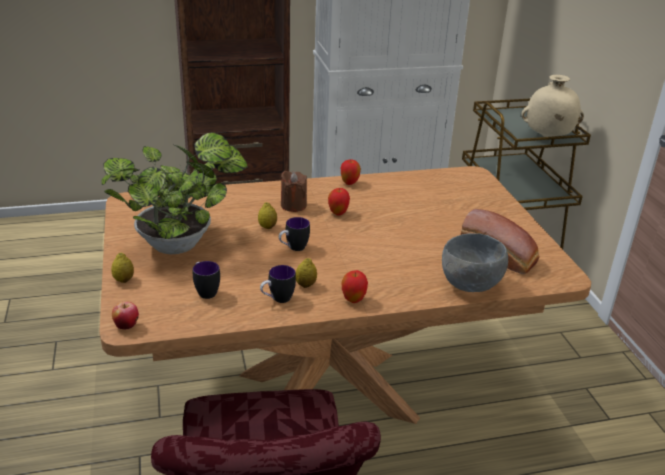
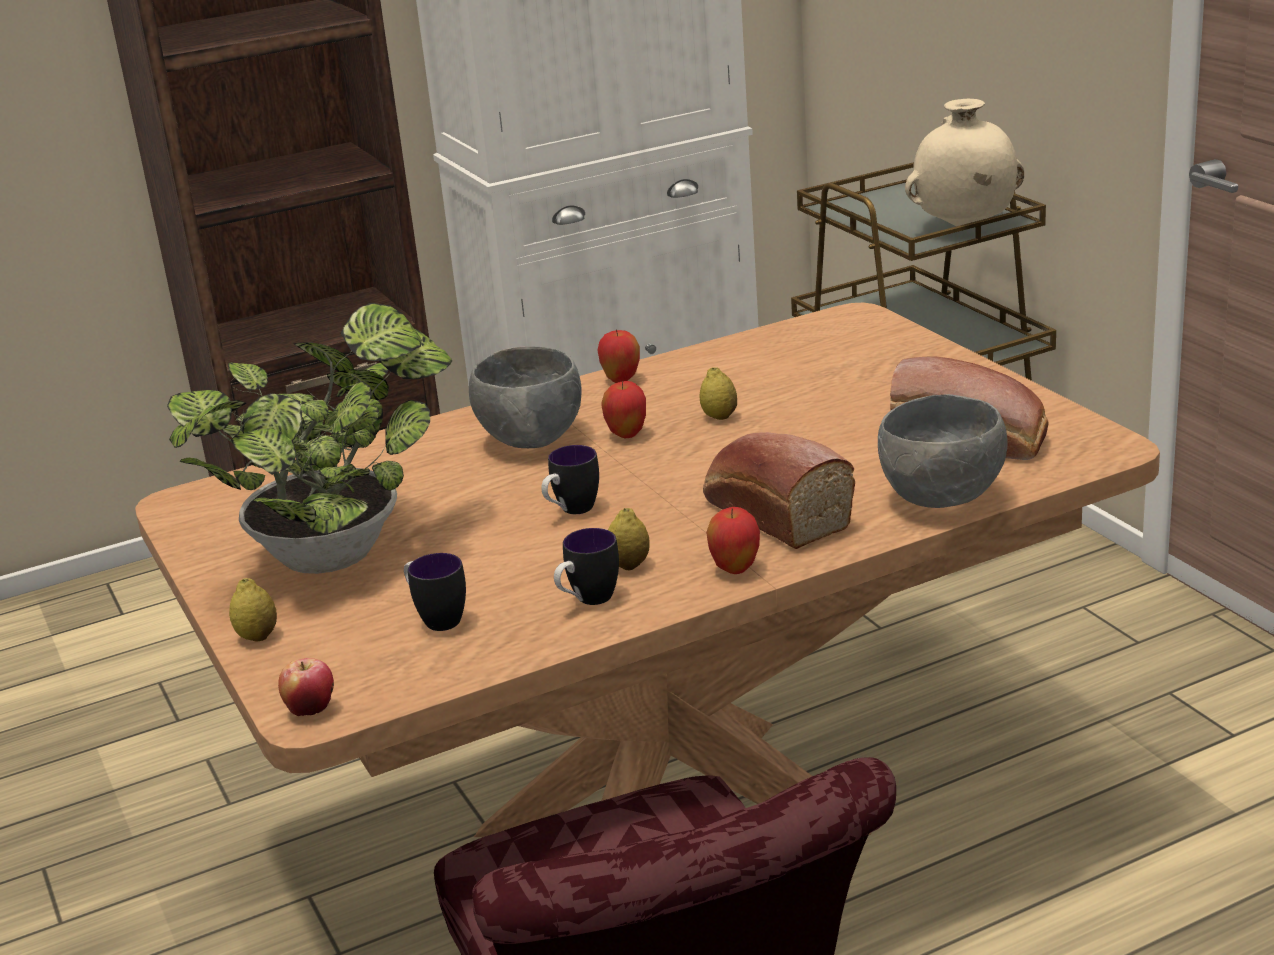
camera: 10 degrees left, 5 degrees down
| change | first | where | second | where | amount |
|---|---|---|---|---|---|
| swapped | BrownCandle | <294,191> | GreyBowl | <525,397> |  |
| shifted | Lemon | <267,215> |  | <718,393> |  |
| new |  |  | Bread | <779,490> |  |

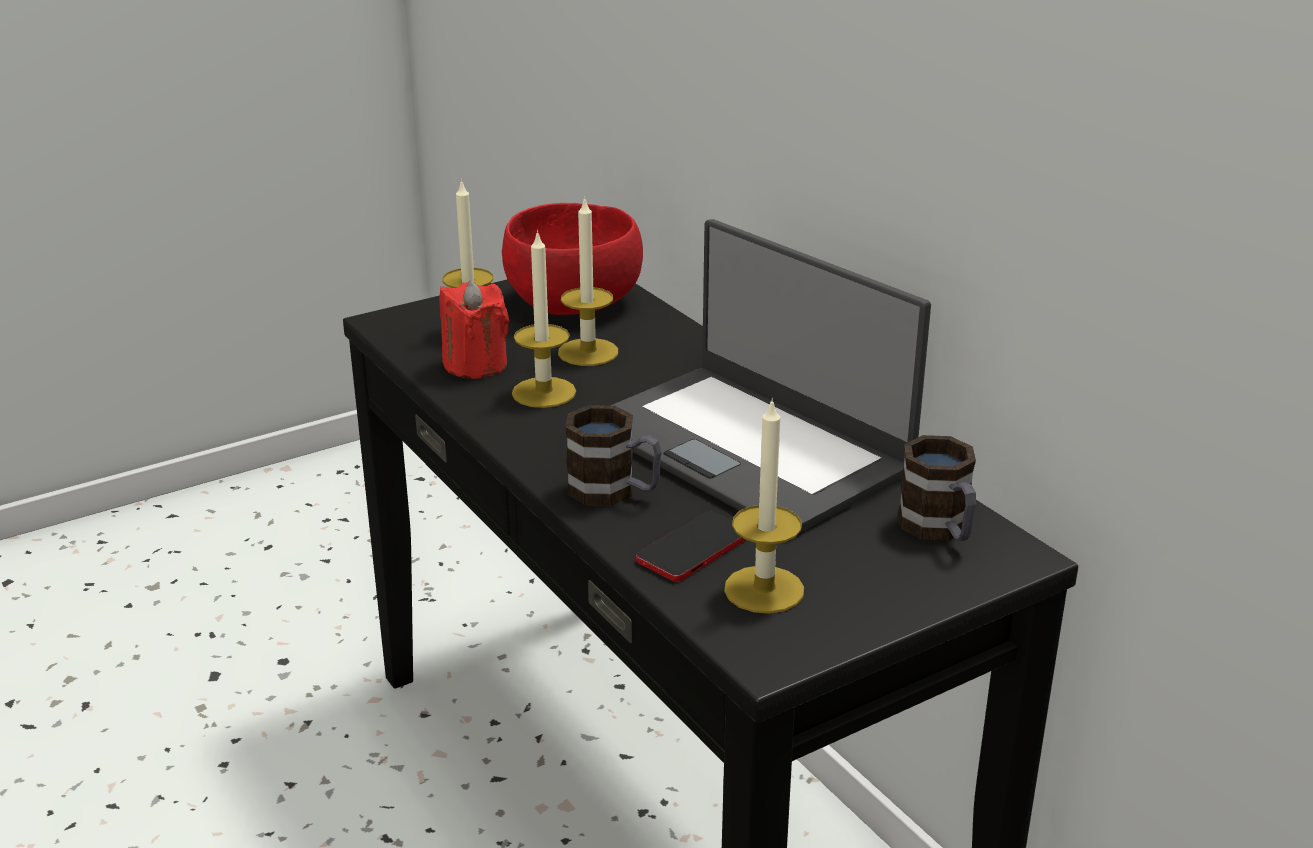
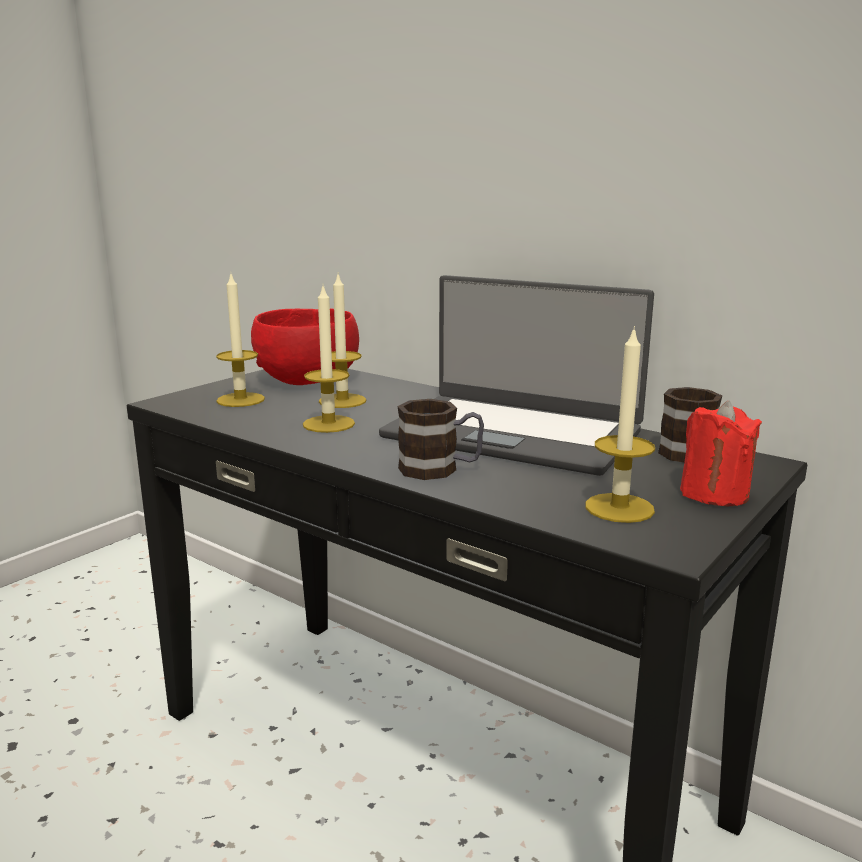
camera: 20 degrees left, 10 degrees down
| change | first | where | second | where | amount |
|---|---|---|---|---|---|
| shifted | RedCandle | <474,330> |  | <721,453> |  |
| gone | Phone | <690,546> |  |  |  |

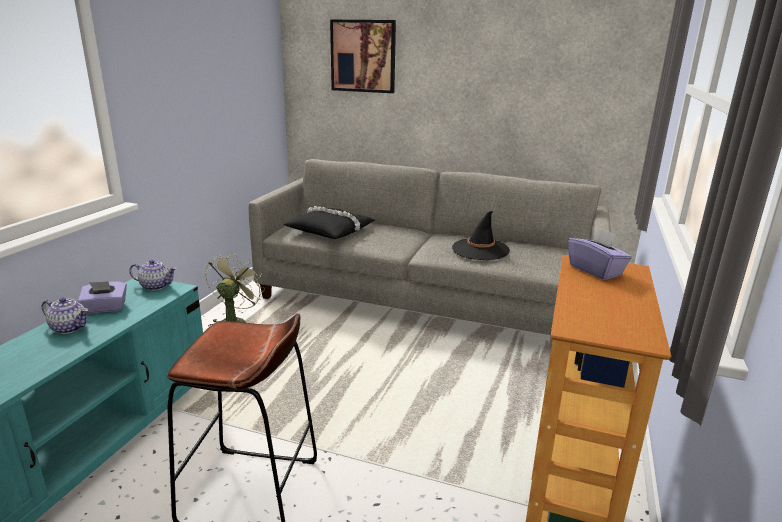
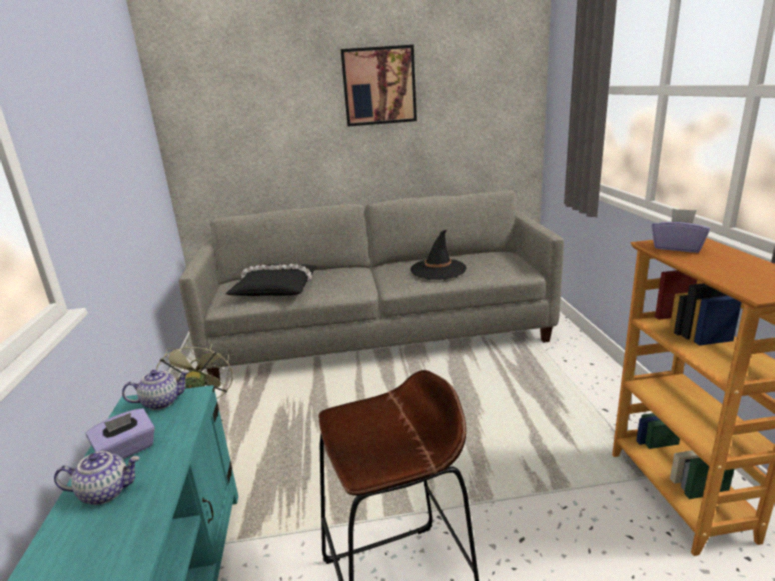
camera: 25 degrees left, 0 degrees up
| change | first | where | second | where | amount |
|---|---|---|---|---|---|
| shifted | Picture | <363,56> |  | <379,85> |  |

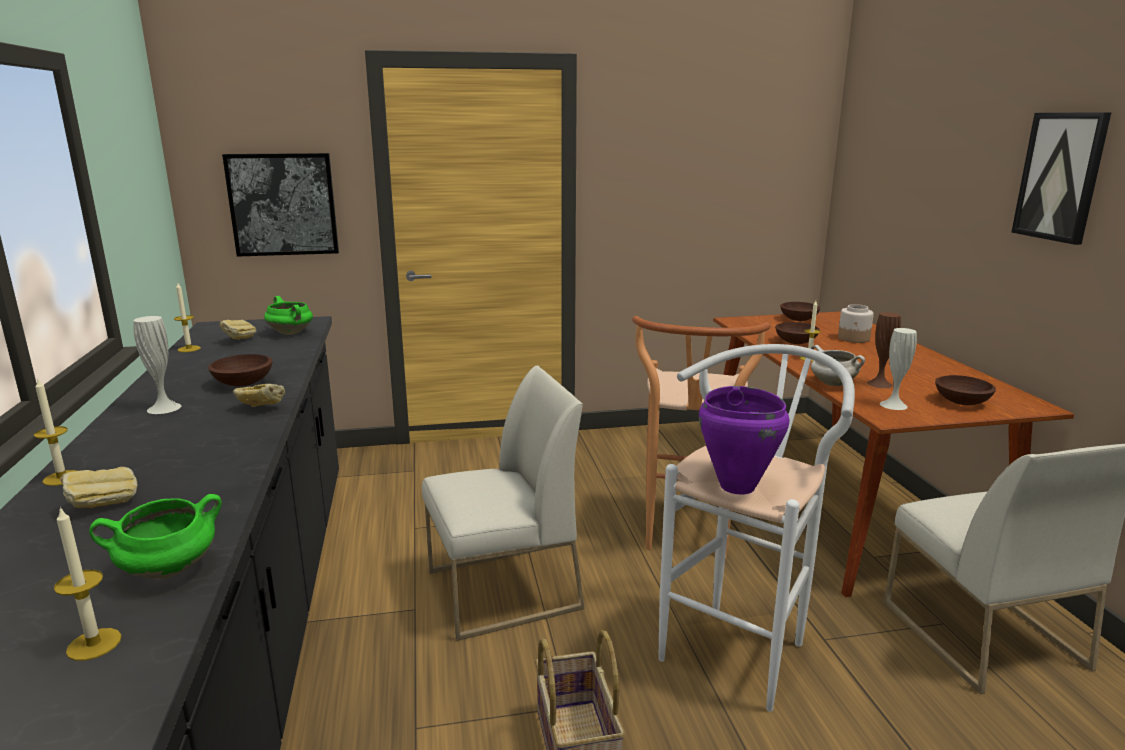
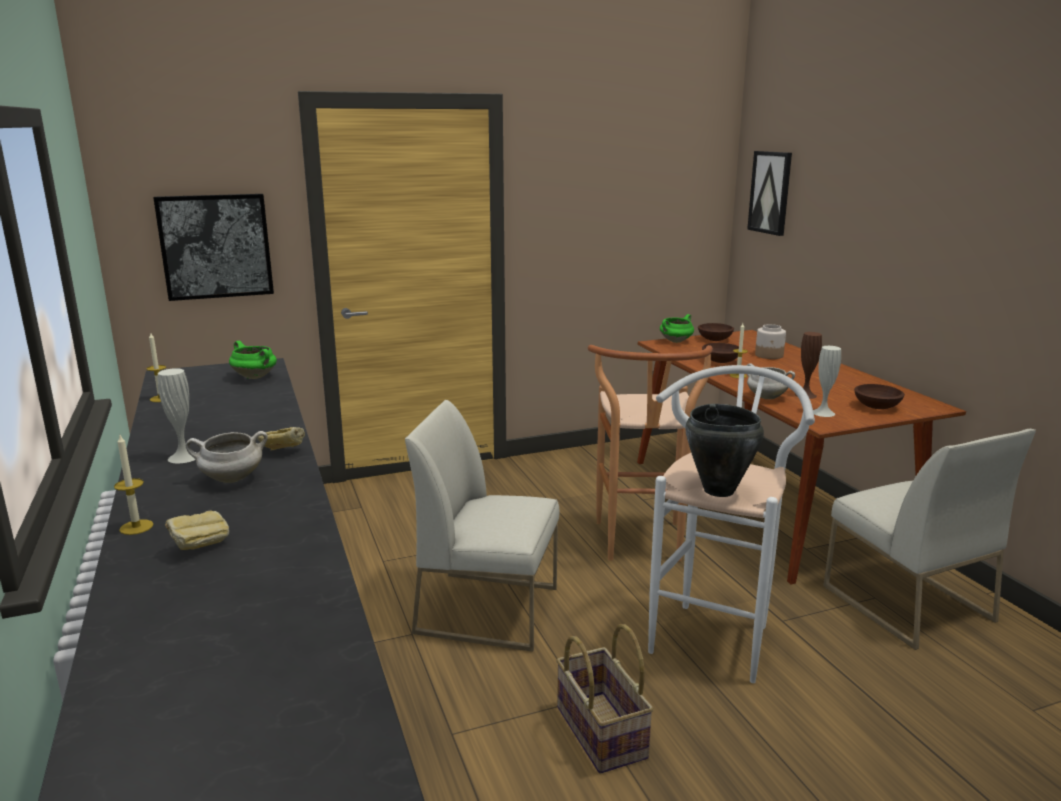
camera: 10 degrees left, 0 degrees up
| change | first | where | second | where | amount |
|---|---|---|---|---|---|
| new |  |  | WhiteCookingPot | <227,457> |  |
| rotated | WhiteChair | <503,503> |  | <482,526> | 135 degrees counterclockwise |
| shifted | GreenCookingPot | <155,536> |  | <677,328> |  |
| repainted | PurpleCookingPot | <744,440> | BlackCookingPot | <725,450> |  |
| shifted | Picture | <1061,178> |  | <769,193> |  |
| gone | Candle | <88,583> |  |  |  |
| gone | BrownBowl | <240,370> |  |  |  |
| gone | Bread | <237,330> |  |  |  |

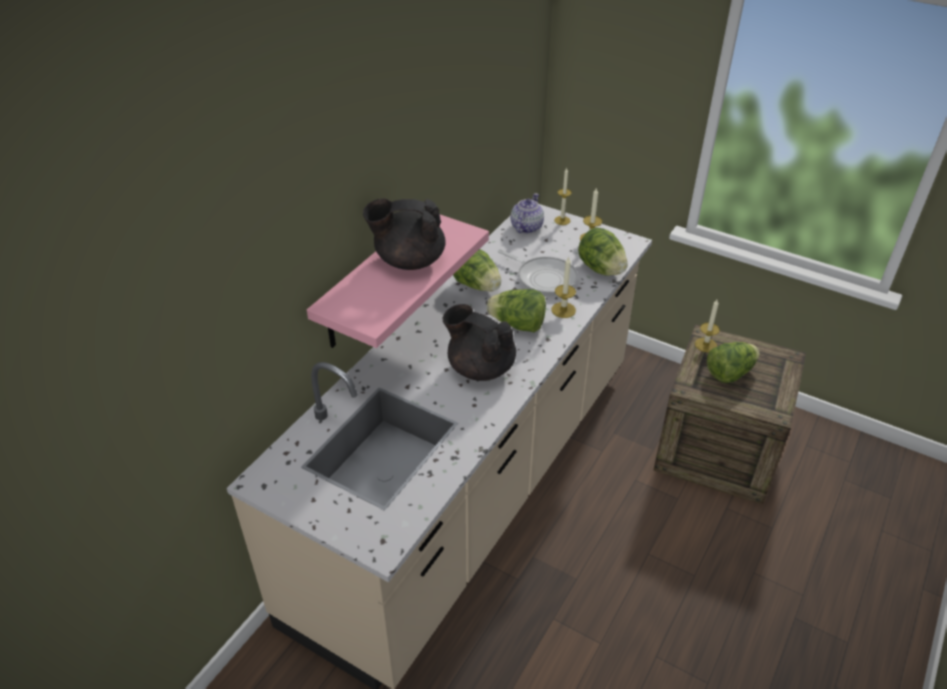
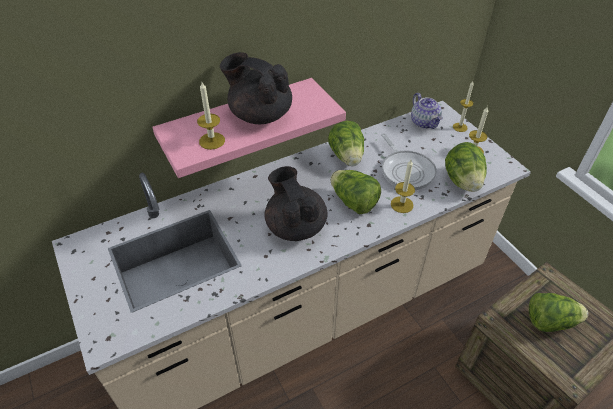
camera: 30 degrees right, 5 degrees up
| change | first | where | second | where | amount |
|---|---|---|---|---|---|
| shifted | Candle | <707,326> |  | <211,116> |  |
| rotated | Teapot | <527,213> |  | <427,111> | 105 degrees clockwise |

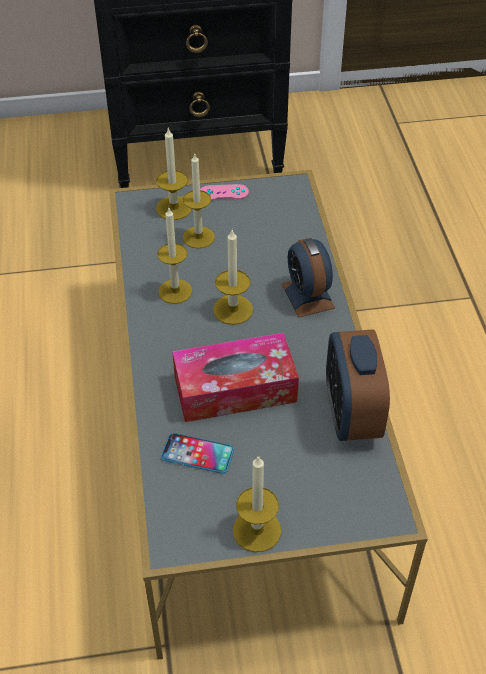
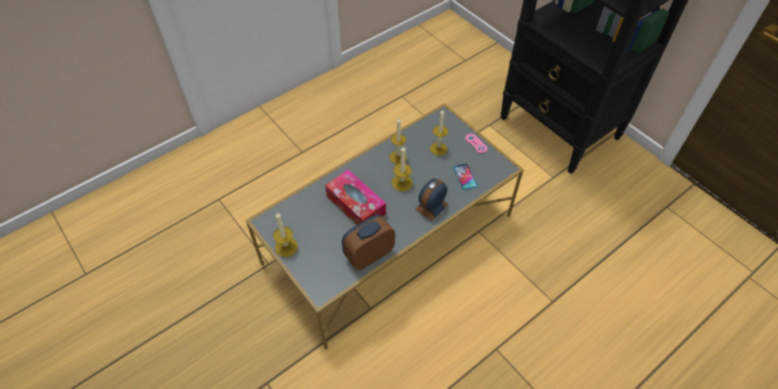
camera: 60 degrees right, 5 degrees up
| change | first | where | second | where | amount |
|---|---|---|---|---|---|
| shifted | Phone | <197,453> |  | <465,176> |  |
| gone | Candle | <174,173> |  |  |  |

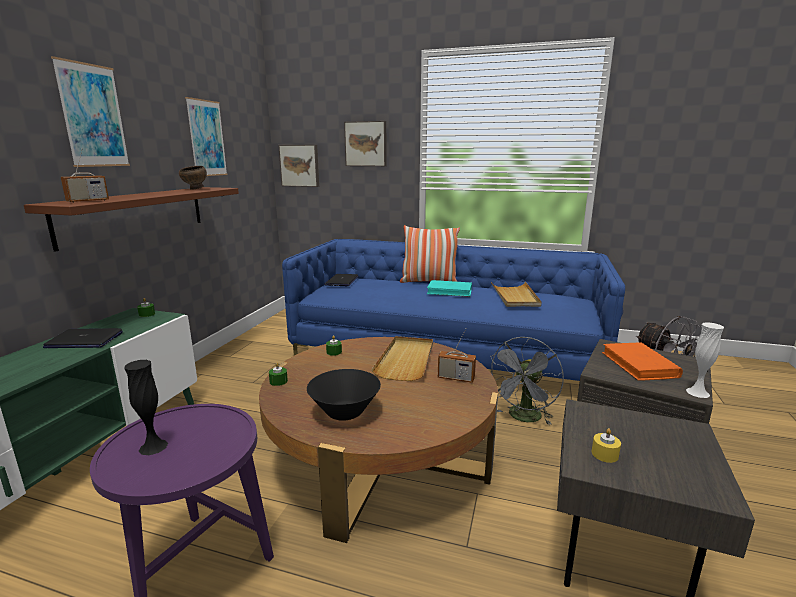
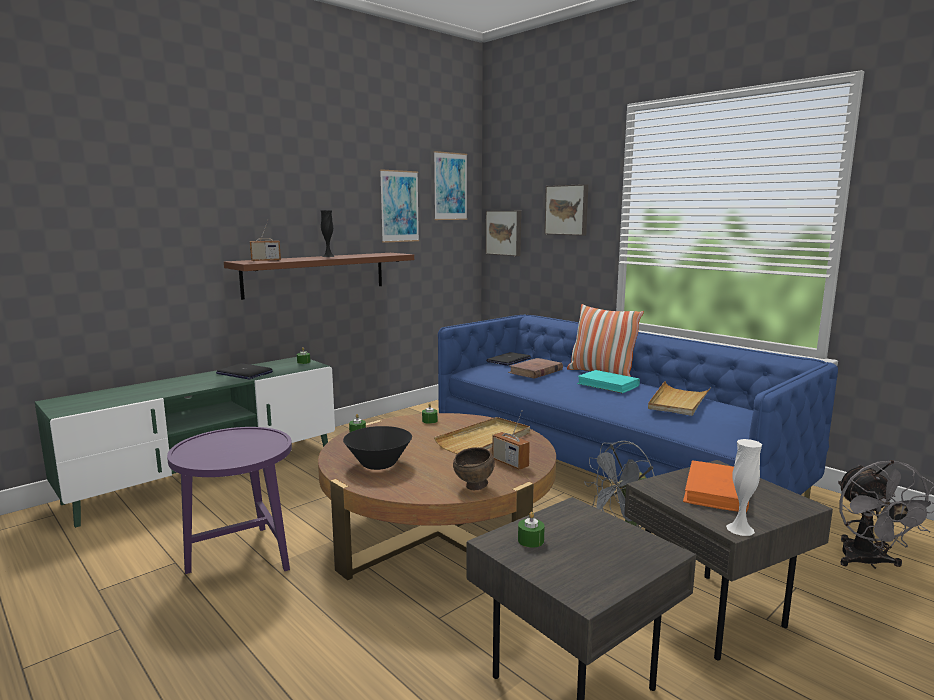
camera: 30 degrees right, 5 degrees down
| change | first | where | second | where | amount |
|---|---|---|---|---|---|
| shifted | BlackVase | <146,407> |  | <327,233> |  |
| shifted | Picture | <90,111> |  | <450,185> |  |
| shifted | BrownBowl | <193,178> |  | <474,469> |  |
| new |  |  | BrownBook | <535,368> |  |
| repainted | YellowCandle | <606,445> | GreenCandle | <531,530> |  |

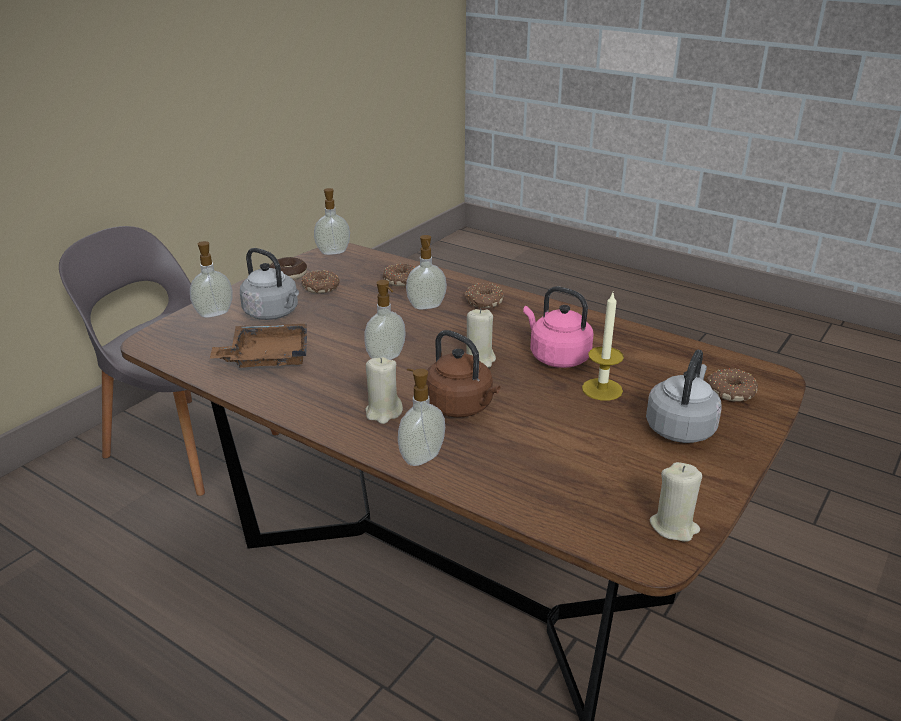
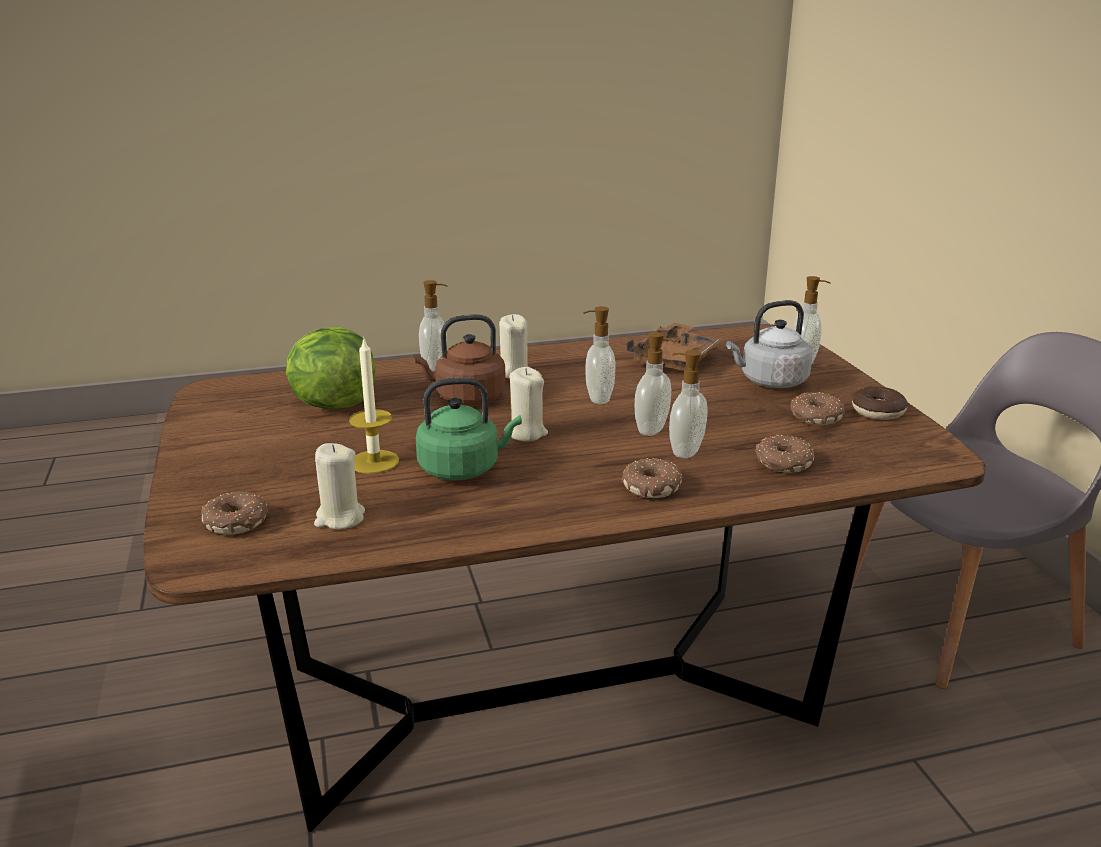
camera: 130 degrees right, 5 degrees down
| change | first | where | second | where | amount |
|---|---|---|---|---|---|
| new |  |  | Lettuce | <330,368> |  |
| shifted | BeigeCandle | <676,502> |  | <339,486> |  |
| repainted | PinkKettle | <558,327> | GreenKettle | <469,429> |  |
| shifted | SoapDispenser | <332,221> |  | <655,384> |  |
| gone | GreyKettle | <683,396> |  |  |  |

